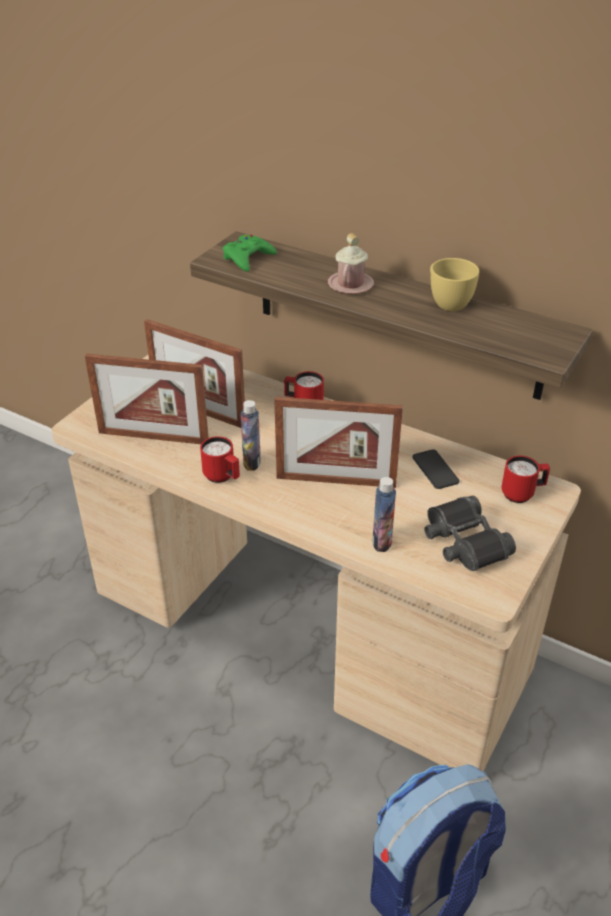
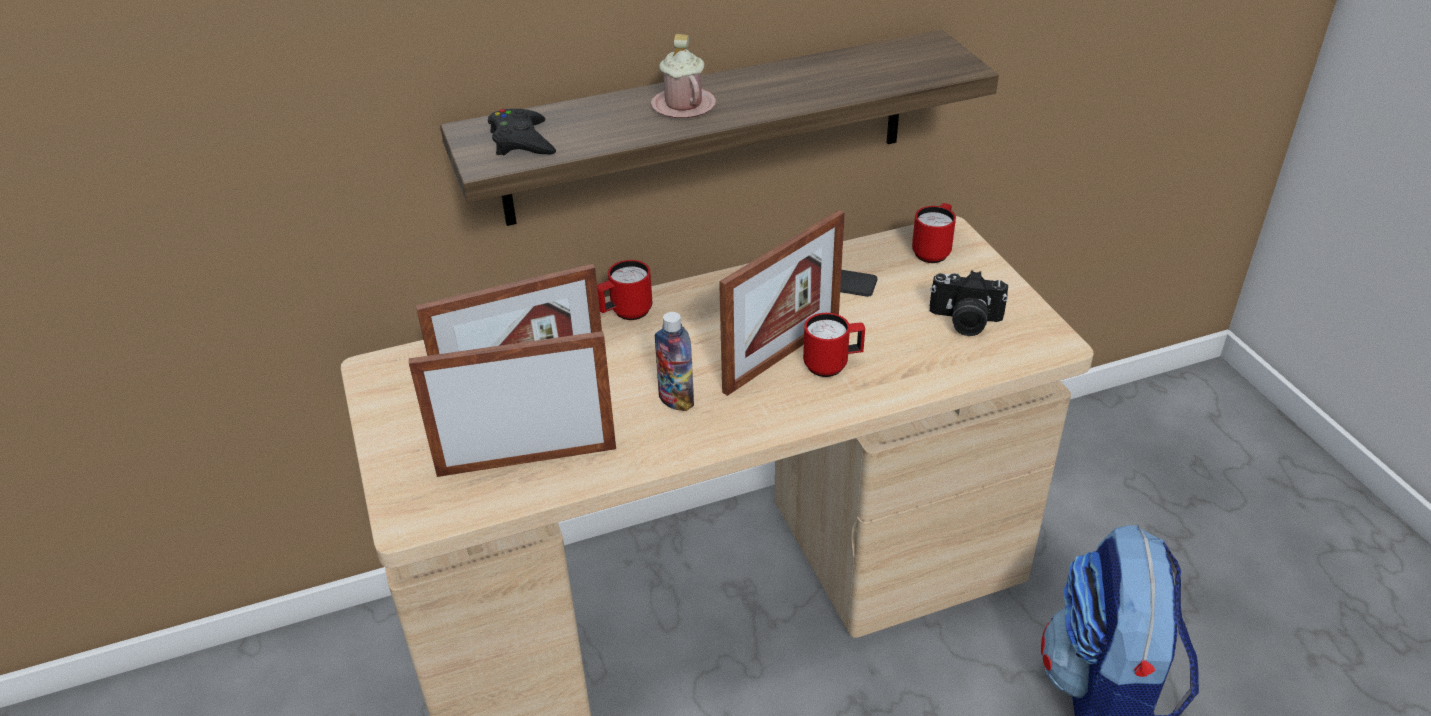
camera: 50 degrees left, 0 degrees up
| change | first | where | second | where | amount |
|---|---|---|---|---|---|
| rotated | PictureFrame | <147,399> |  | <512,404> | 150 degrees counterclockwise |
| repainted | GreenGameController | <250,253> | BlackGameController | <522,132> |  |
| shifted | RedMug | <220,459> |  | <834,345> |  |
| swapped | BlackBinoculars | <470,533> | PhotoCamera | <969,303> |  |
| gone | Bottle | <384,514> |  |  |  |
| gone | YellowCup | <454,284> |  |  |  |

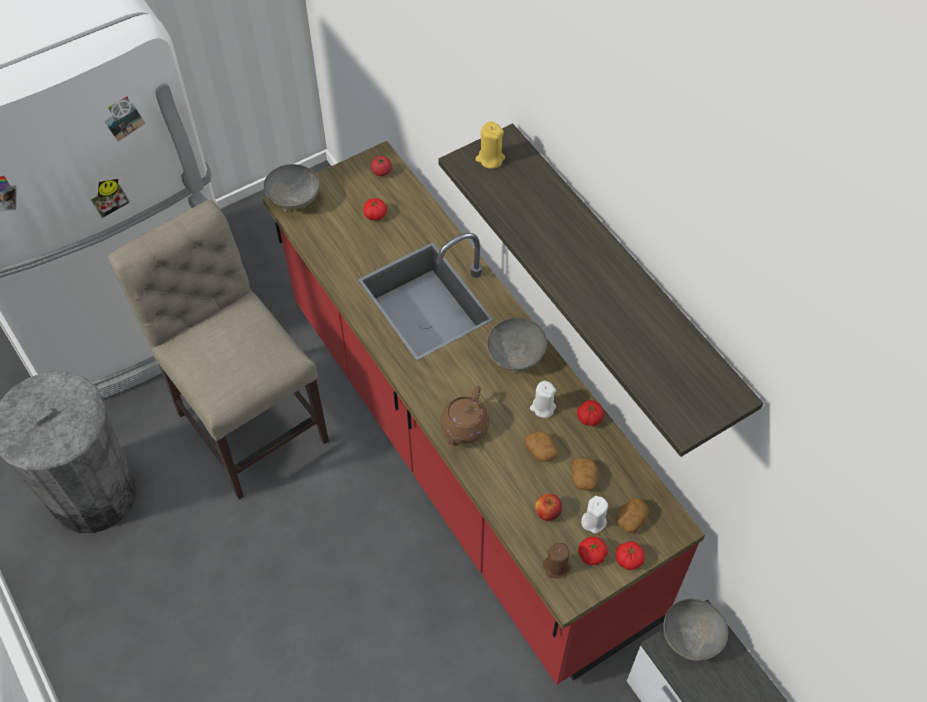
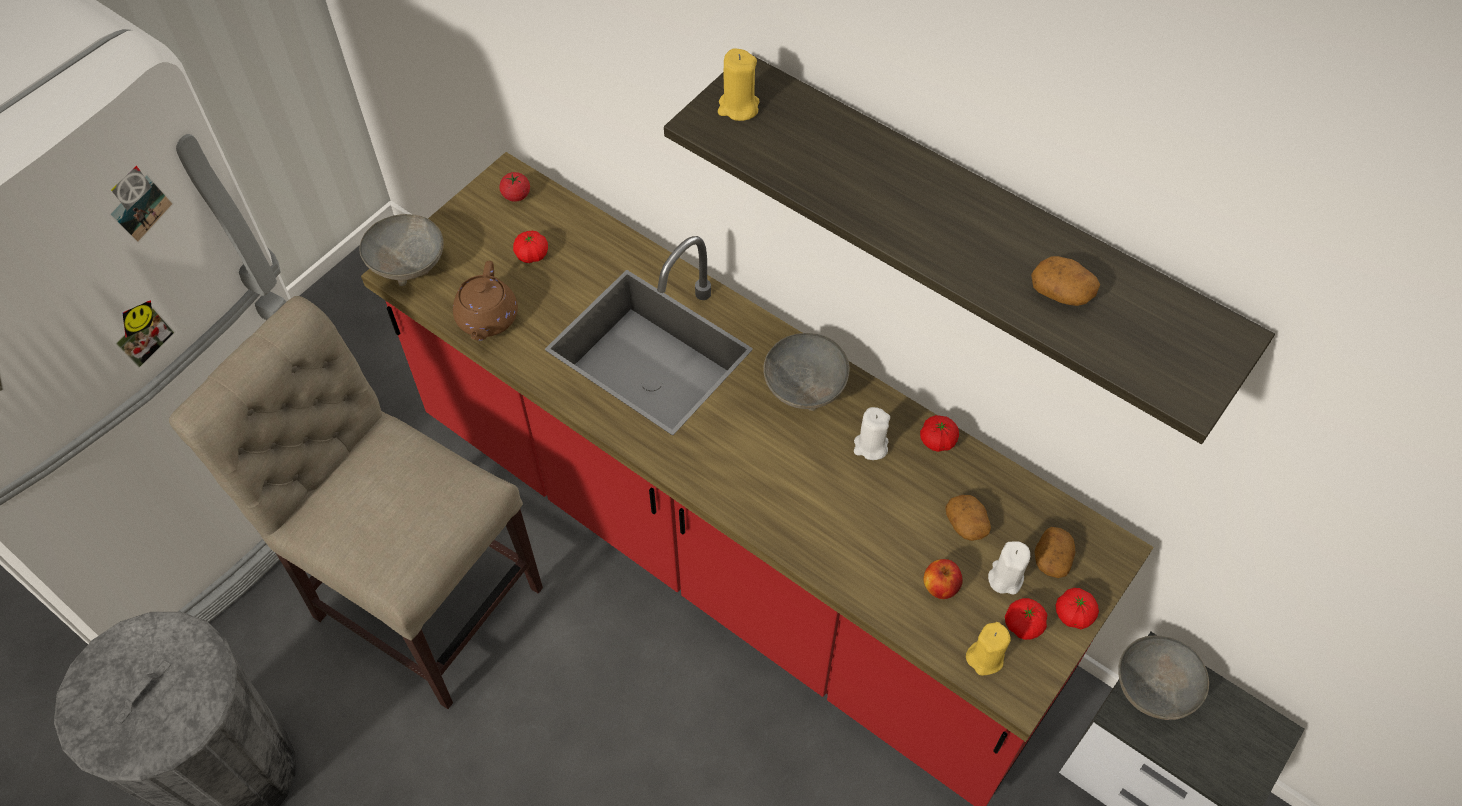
camera: 20 degrees left, 0 degrees up
| change | first | where | second | where | amount |
|---|---|---|---|---|---|
| shifted | BrownTeapot | <465,416> |  | <485,301> |  |
| repainted | BrownCandle | <557,560> | YellowCandle | <988,648> |  |
| shifted | Potato | <541,446> |  | <1065,281> |  |

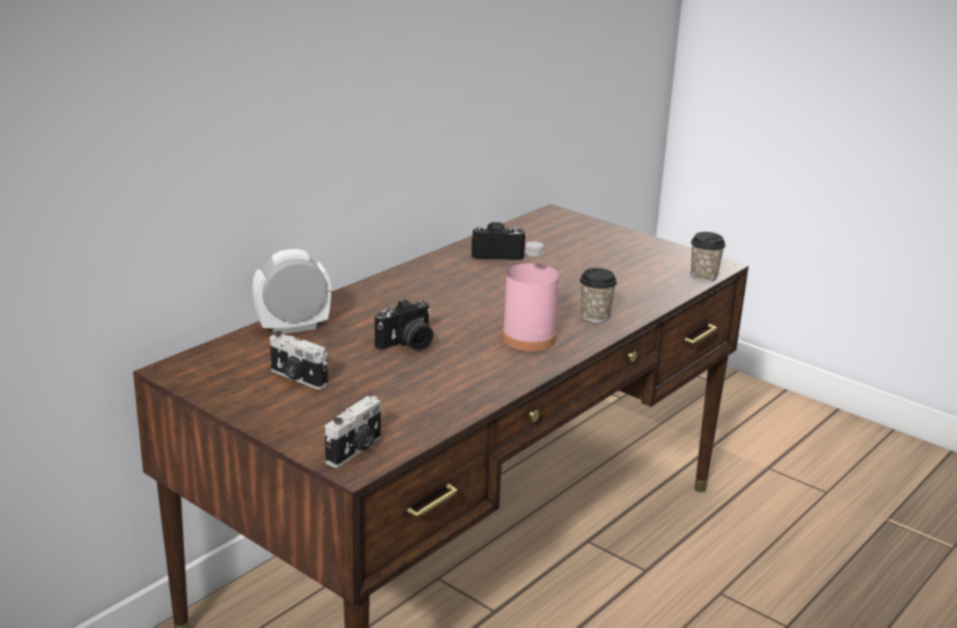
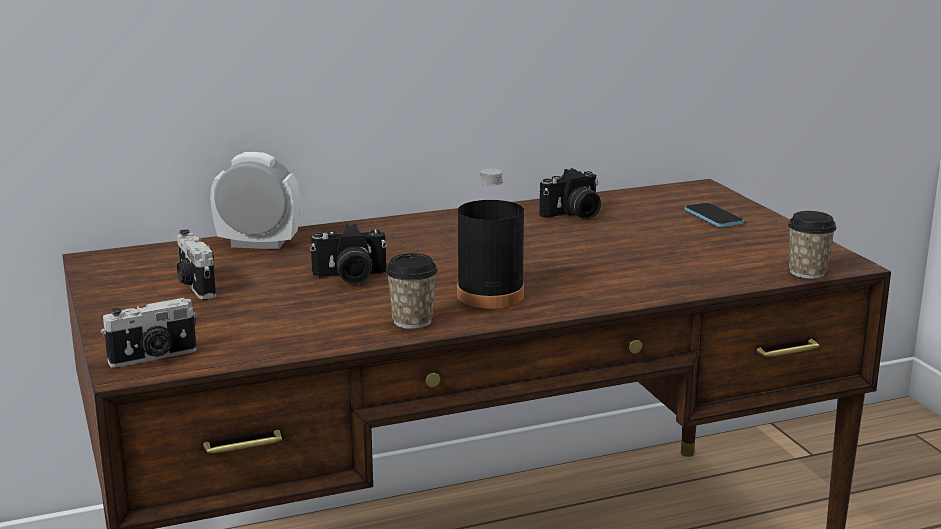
camera: 30 degrees right, 5 degrees down
| change | first | where | second | where | amount |
|---|---|---|---|---|---|
| shifted | Cup | <598,295> |  | <411,291> |  |
| repainted | PinkBottle | <530,296> | BlackBottle | <490,239> |  |
| rotated | PhotoCamera | <498,241> |  | <570,193> | 120 degrees clockwise |
| new |  |  | Phone | <714,214> |  |

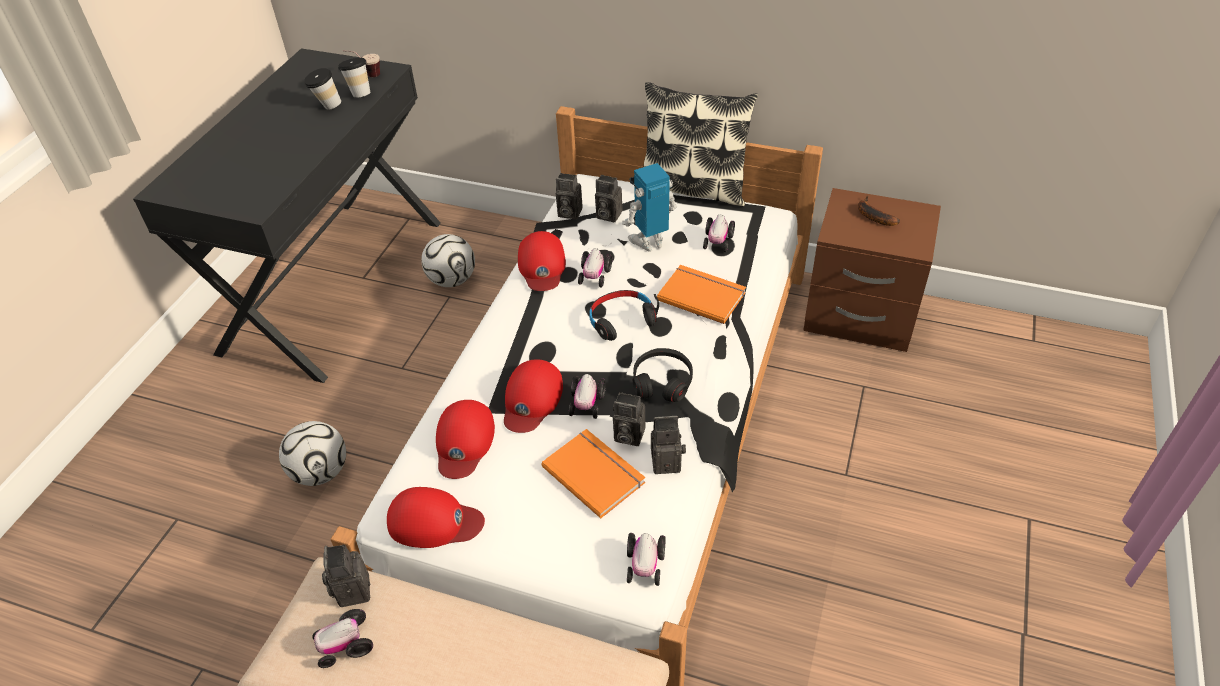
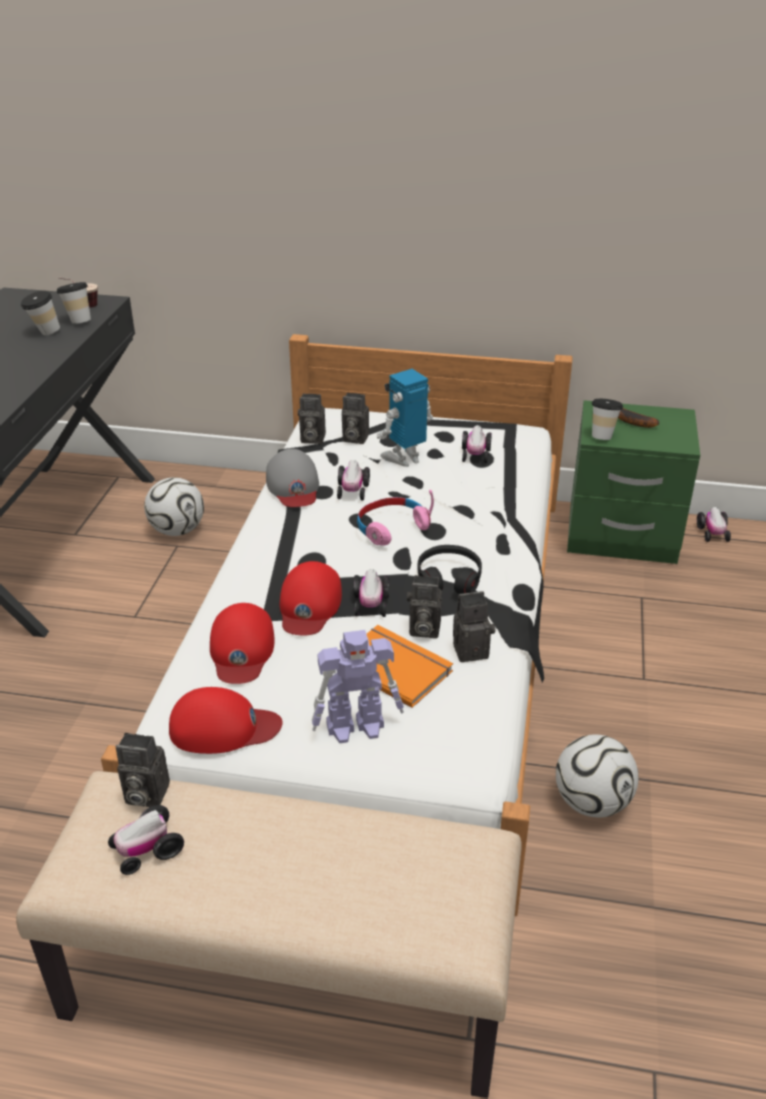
camera: 10 degrees left, 10 degrees down
| change | first | where | second | where | amount |
|---|---|---|---|---|---|
| rotated | PhotoCamera | <346,575> |  | <143,770> | 60 degrees counterclockwise |
| repainted | RedCap | <542,261> | GreyCap | <292,478> |  |
| new |  |  | ToyRobot | <358,686> |  |
| repainted | BlackHeadphones | <624,315> | PinkHeadphones | <395,517> |  |
| shifted | Football | <312,453> |  | <597,776> |  |
| repainted | BrownNightstand | <872,270> | GreenNightstand | <633,482> |  |
| new |  |  | Cup | <607,419> |  |
| shifted | ToyCar | <646,559> |  | <714,524> |  |
| gone | Pillow | <701,144> |  |  |  |
| gone | OrangeBook | <701,294> |  |  |  |

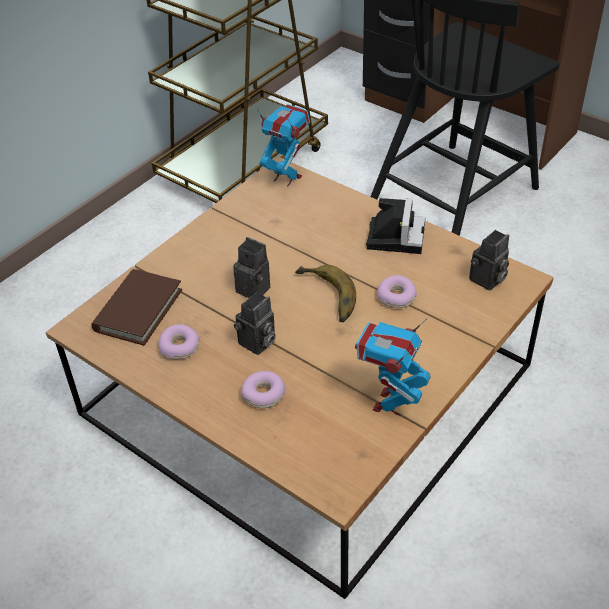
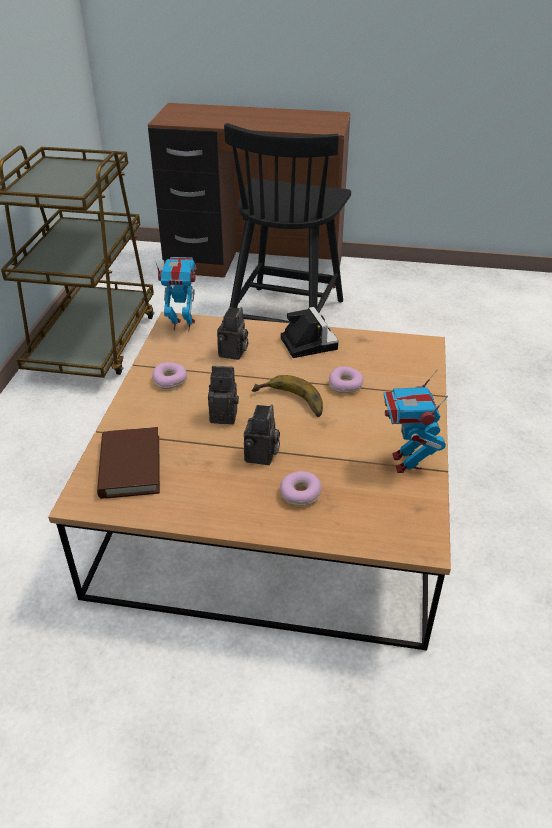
camera: 30 degrees left, 5 degrees down
| change | first | where | second | where | amount |
|---|---|---|---|---|---|
| shifted | Donut | <179,341> |  | <169,375> |  |
| shifted | PhotoCamera | <489,260> |  | <232,333> |  |

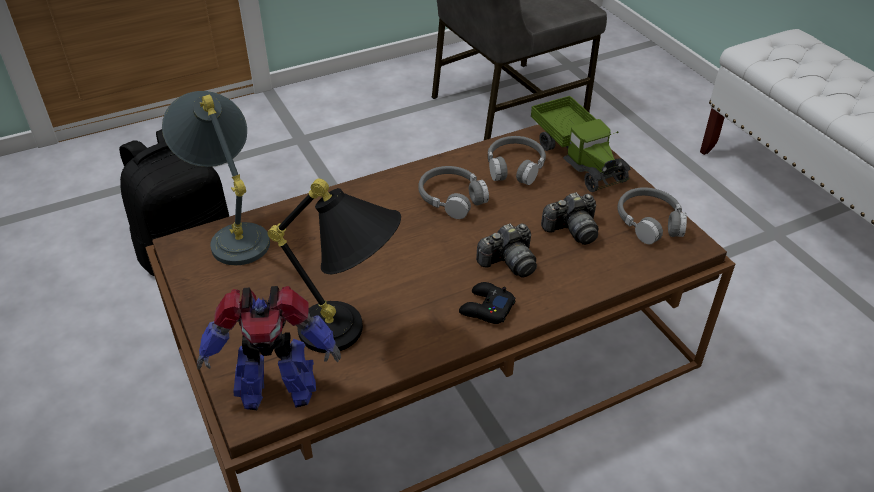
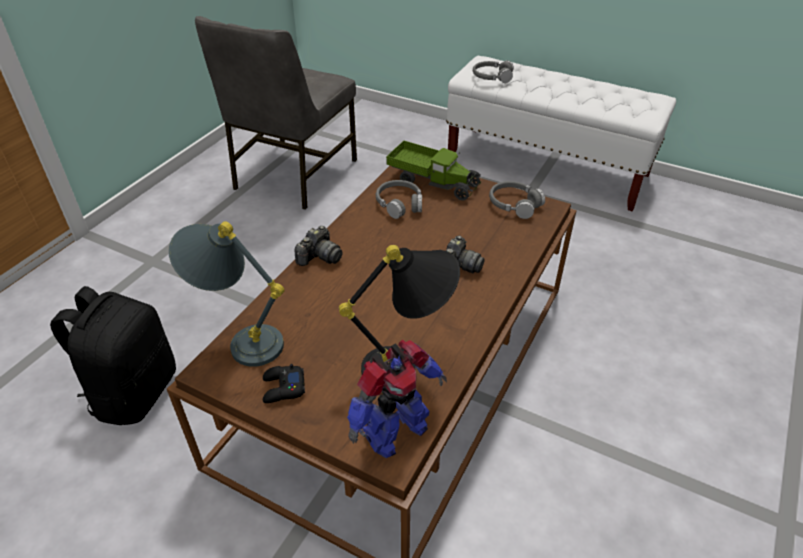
camera: 35 degrees left, 0 degrees up
| change | first | where | second | where | amount |
|---|---|---|---|---|---|
| shifted | BlackGameController | <487,303> |  | <284,383> |  |
| shifted | PhotoCamera | <569,218> |  | <319,246> |  |
| shifted | GreyHeadphones | <453,192> |  | <493,71> |  |

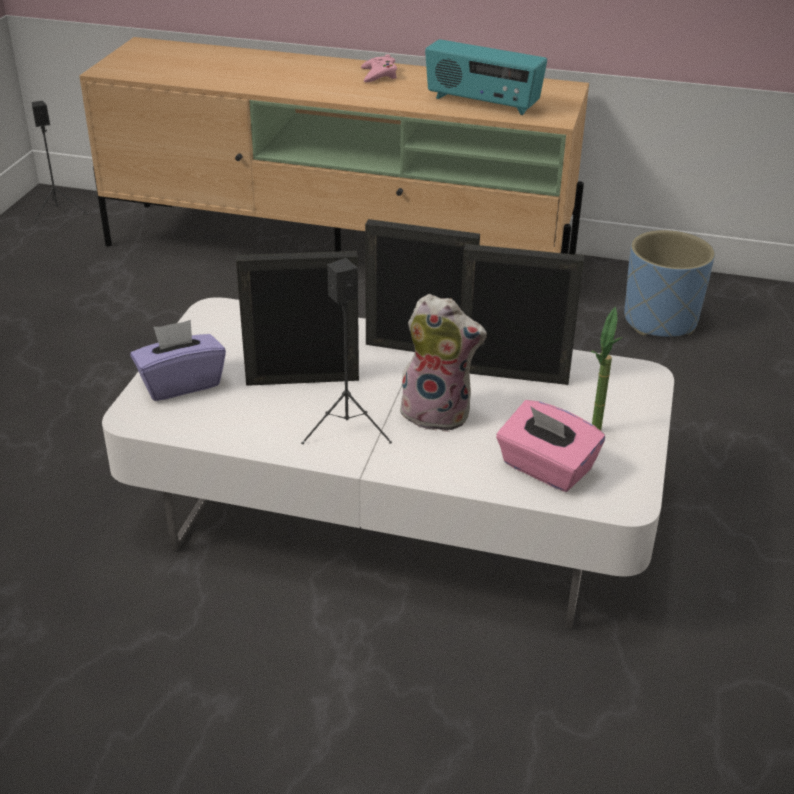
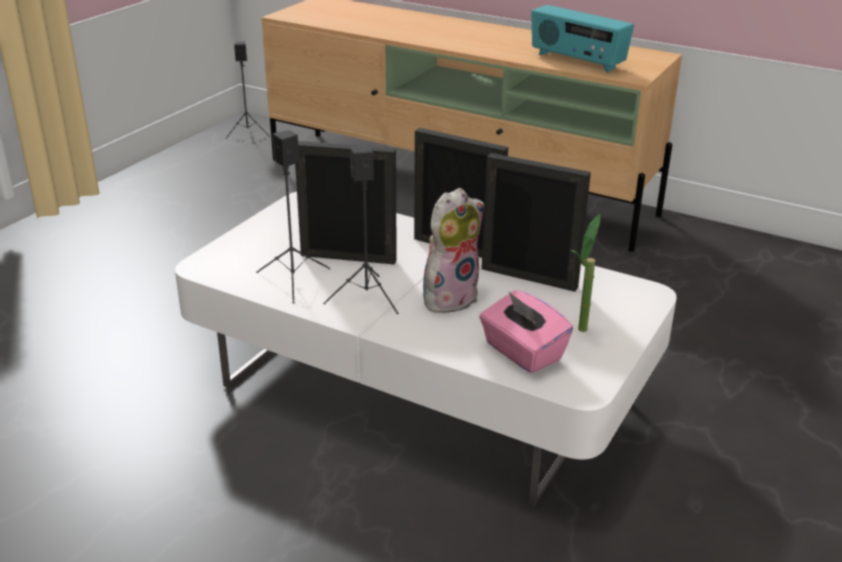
camera: 15 degrees right, 5 degrees down
| change | first | where | second | where | amount |
|---|---|---|---|---|---|
| new |  |  | BlackSpeaker | <293,217> |  |
| rotated | PlushToy | <442,363> |  | <453,250> | 75 degrees counterclockwise |
| gone | PurpleTissueBox | <178,360> |  |  |  |
| gone | PinkGameController | <379,68> |  |  |  |
| gone | BluePlanter | <669,283> |  |  |  |

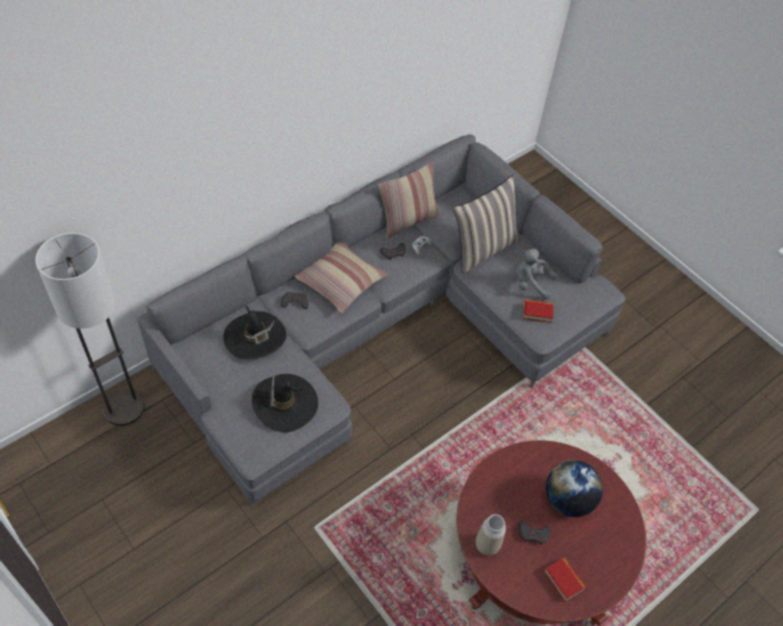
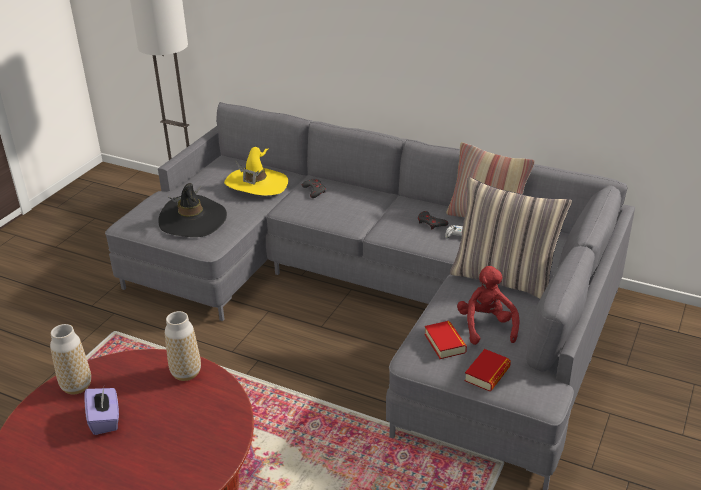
camera: 70 degrees right, 20 degrees down
| change | first | where | second | where | amount |
|---|---|---|---|---|---|
| swapped | GreyGameController | <534,533> | PurpleTissueBox | <102,411> |  |
| new |  |  | Vase | <183,346> |  |
| repainted | BlackHat | <254,332> | YellowHat | <256,171> |  |
| repainted | GreyPlushToy | <536,274> | RedPlushToy | <488,305> |  |
| shifted | Book | <565,579> |  | <487,370> |  |
| gone | Pillow | <341,278> |  |  |  |
| gone | Globe | <574,488> |  |  |  |

